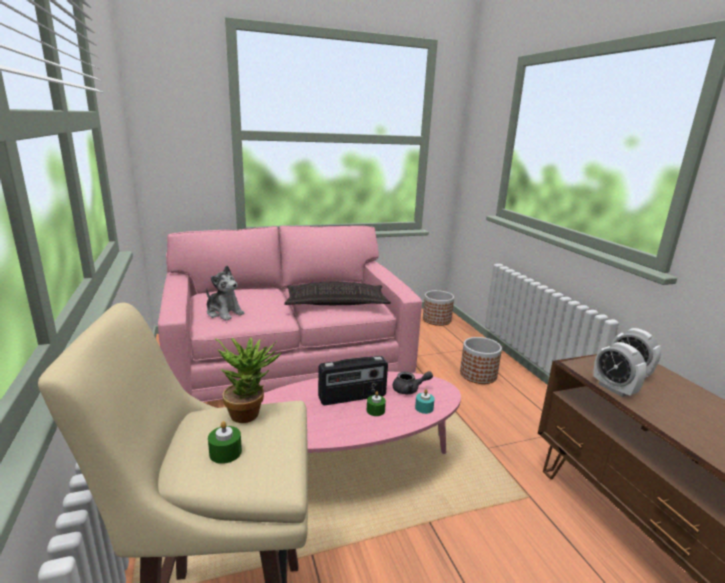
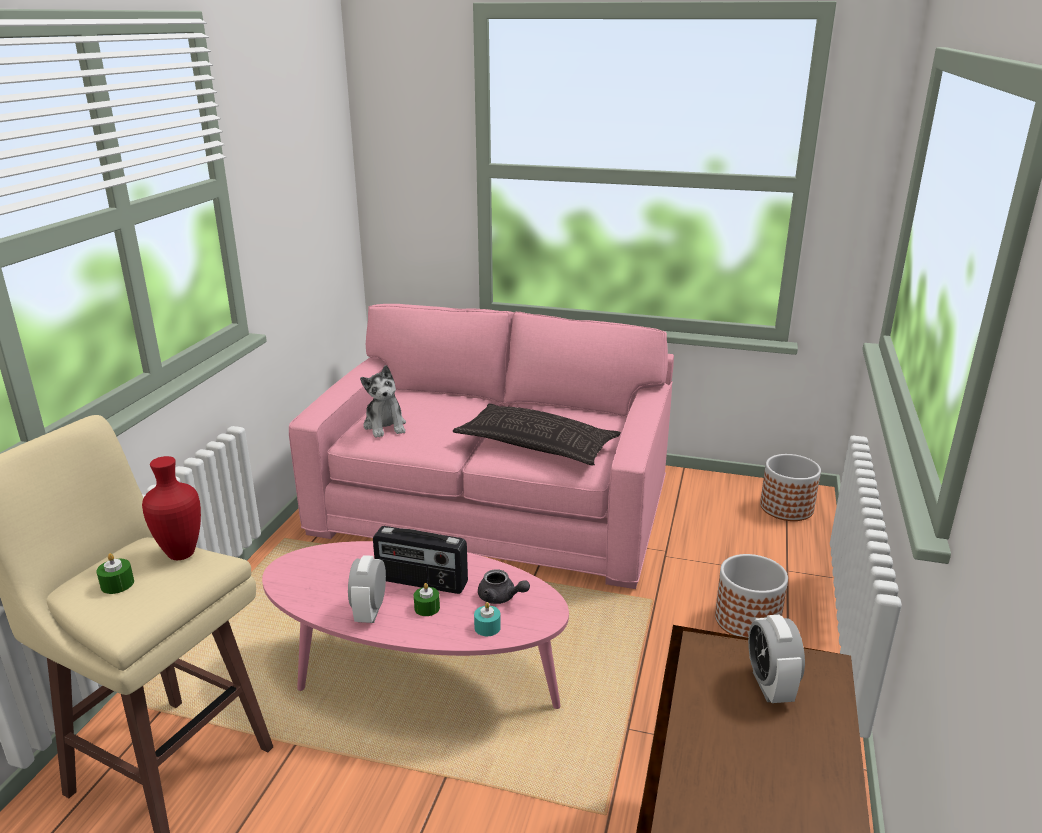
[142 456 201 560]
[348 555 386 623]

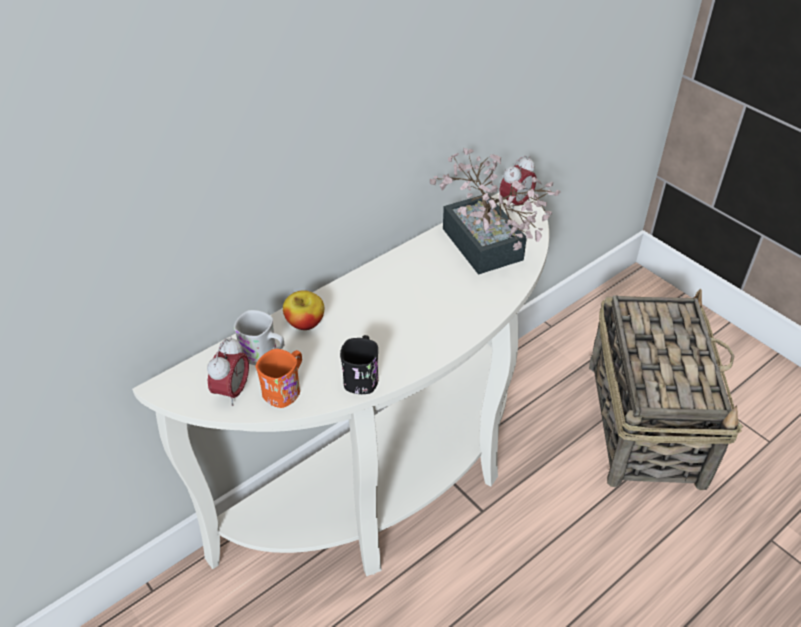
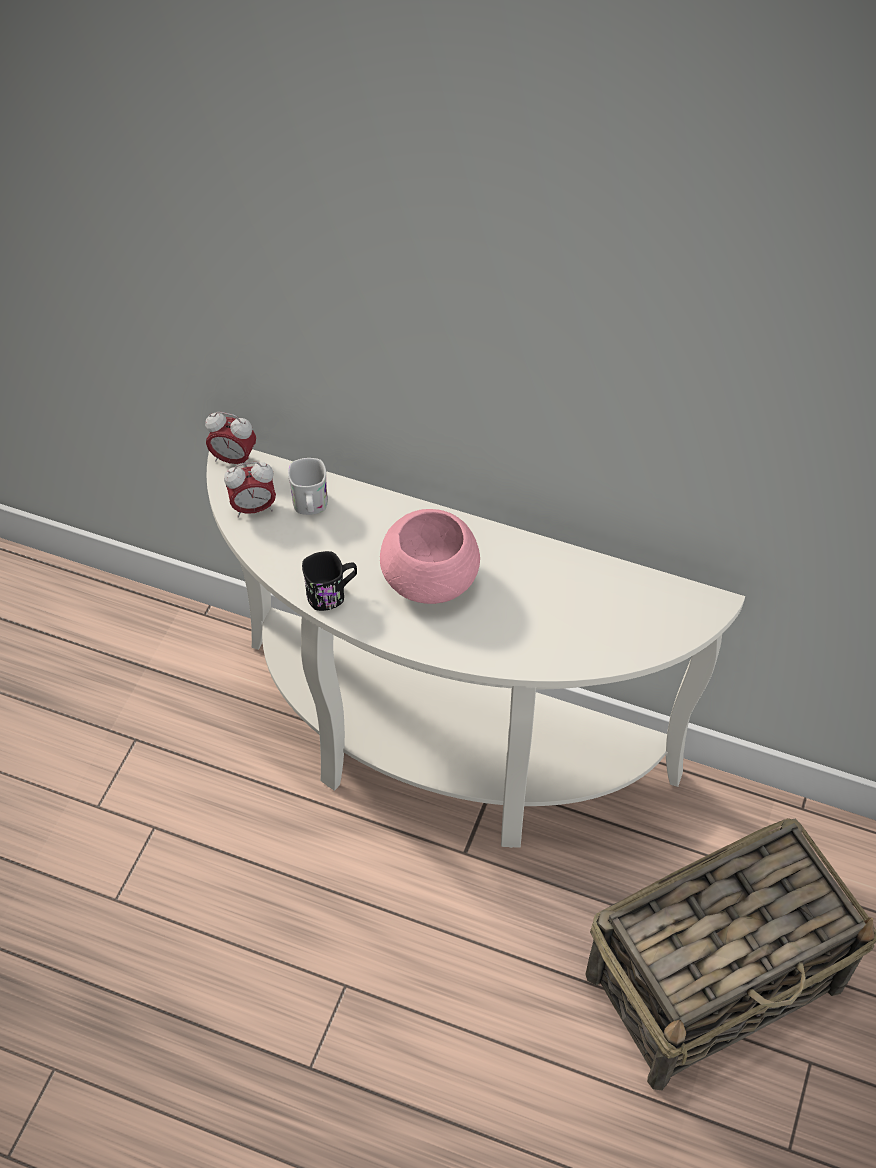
[256 349 302 408] (first image)
[283 290 324 330] (first image)
[430 148 561 275] (first image)
[205 412 256 467]
[380 509 480 604]

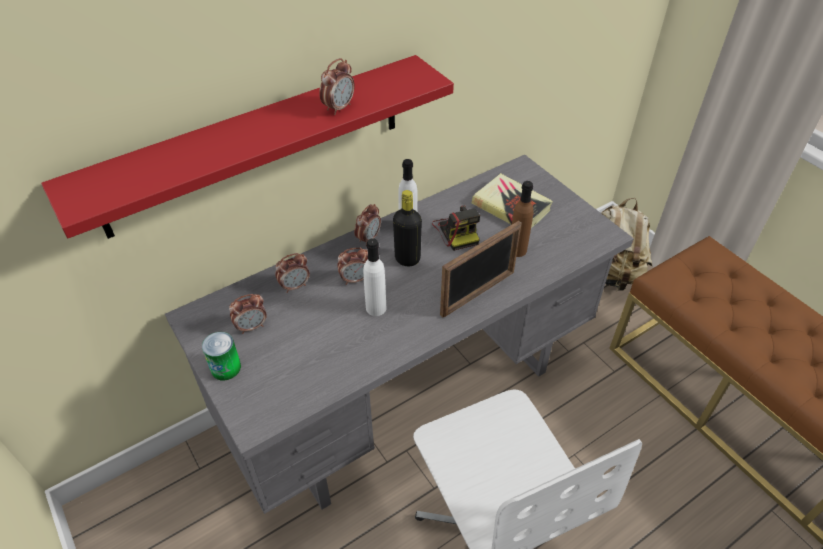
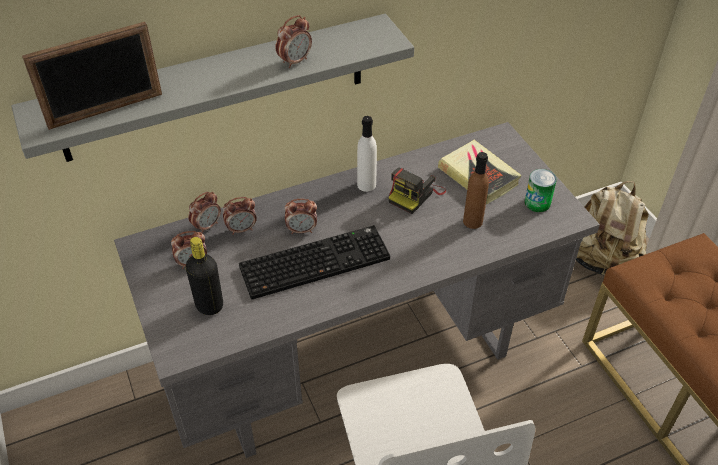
[11 14 414 162]
[525 169 557 212]
[188 192 221 234]
[239 225 390 300]
[186 237 223 315]
[388 168 446 214]
[22 22 162 130]

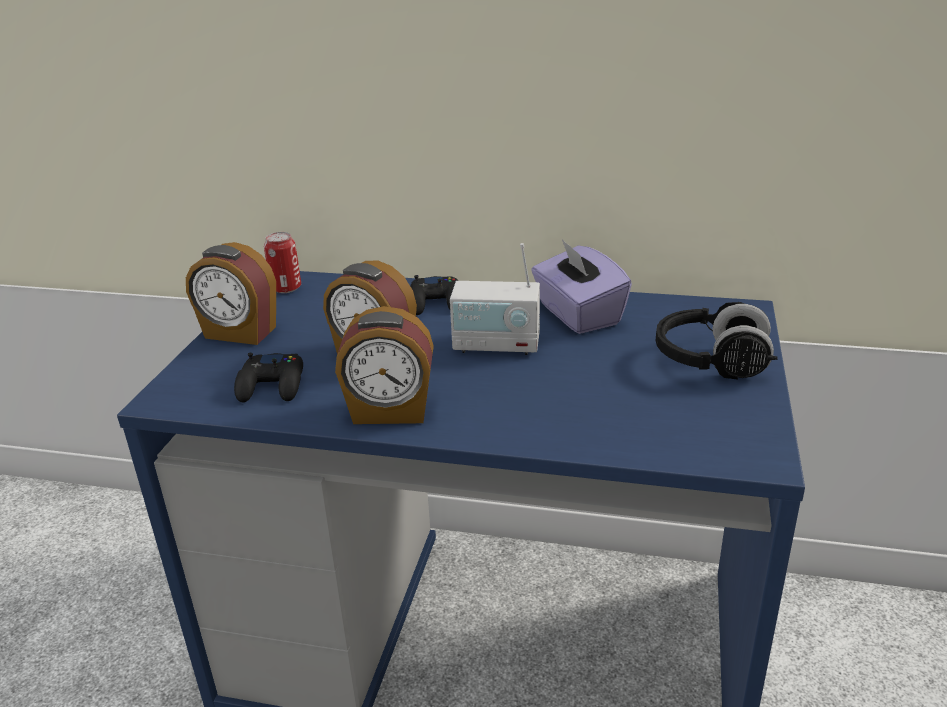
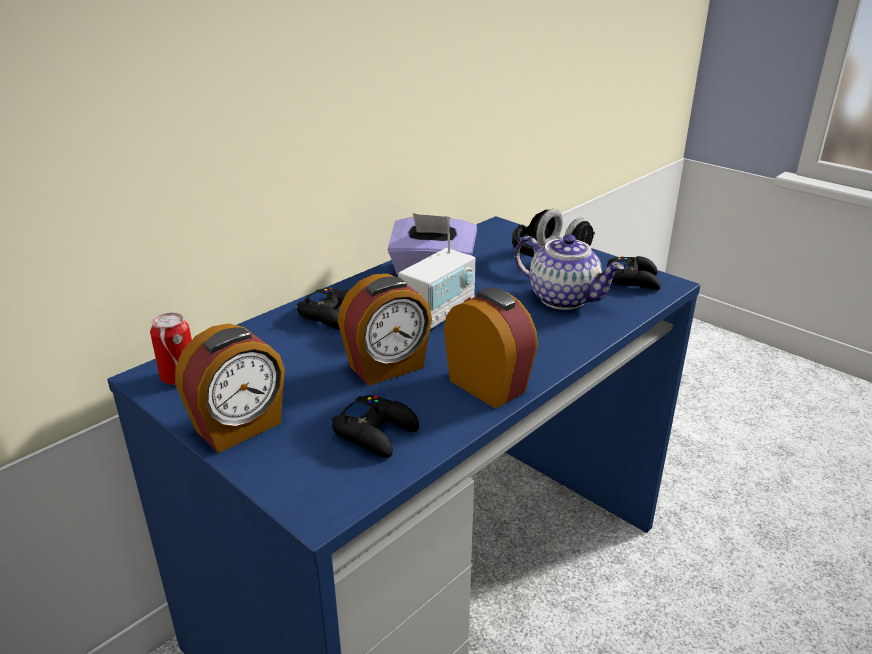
[444 288 538 409]
[514 234 624 310]
[607 256 661 290]

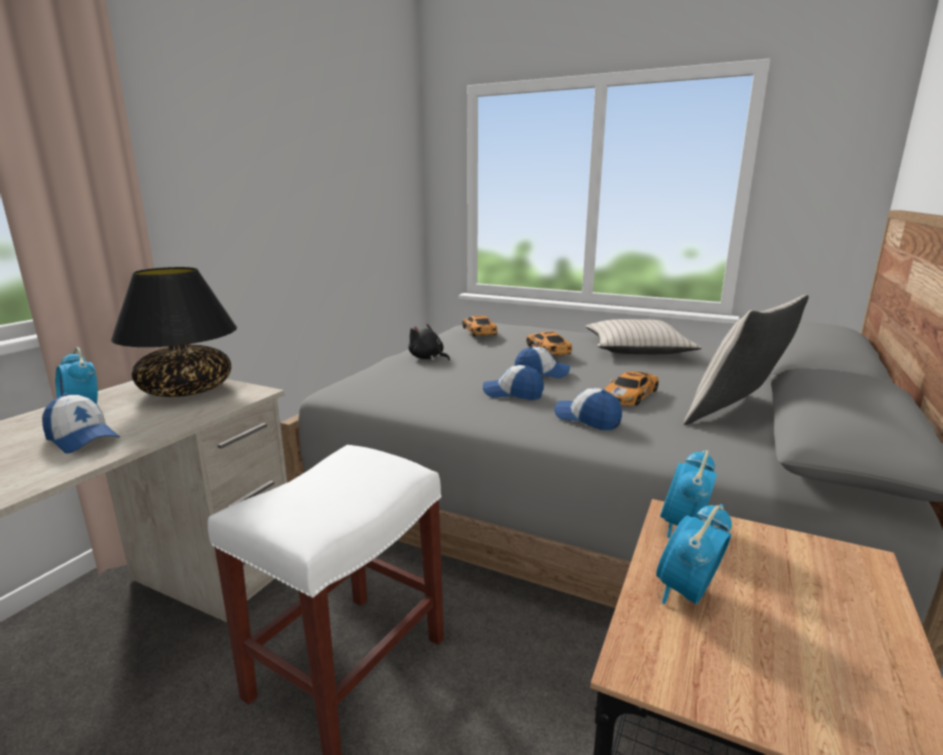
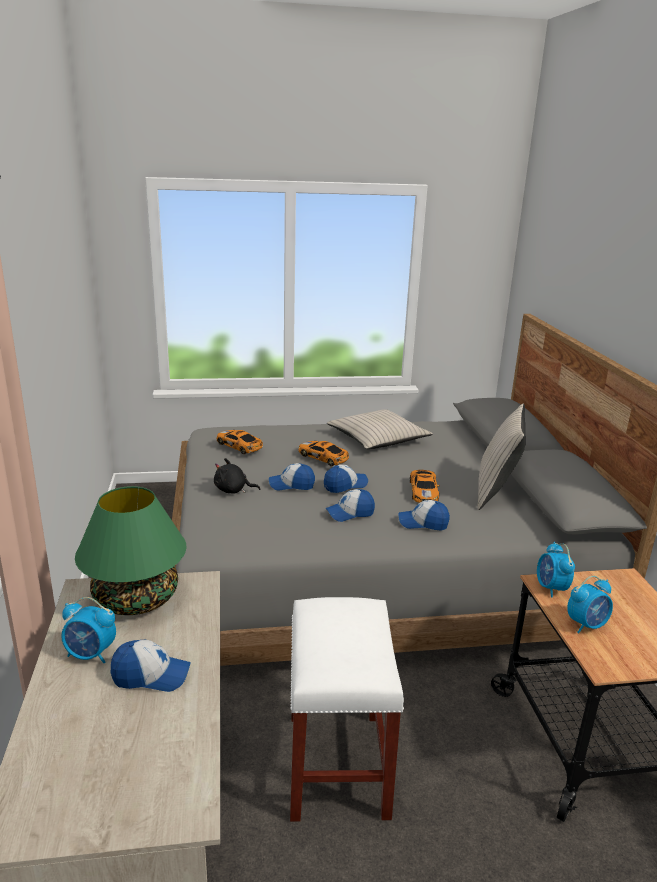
[75 486 187 615]
[567 576 613 634]
[269 463 315 491]

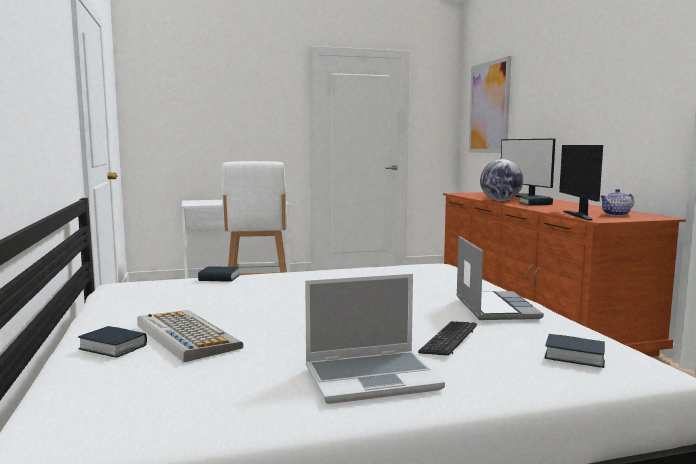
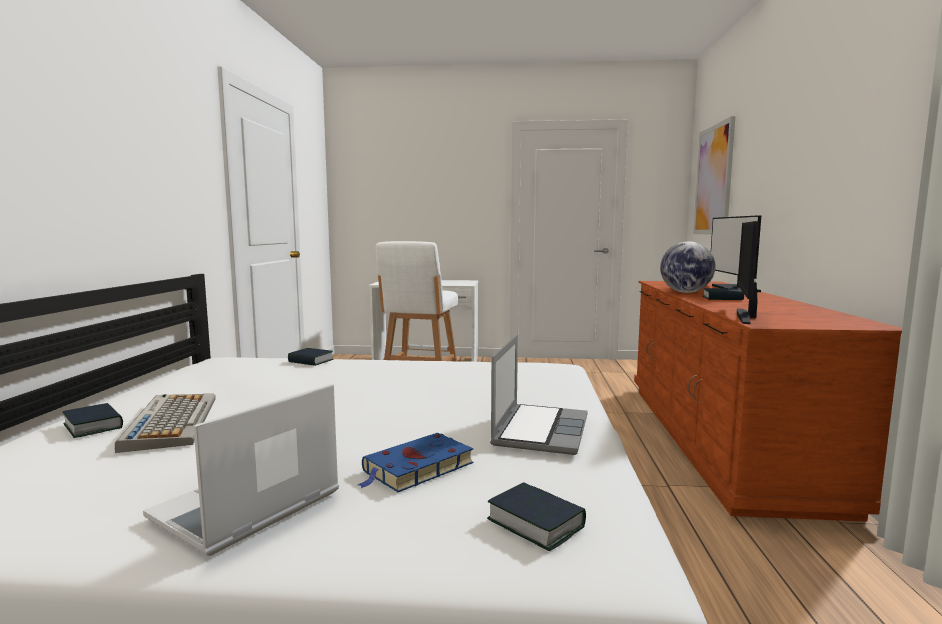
[143 384 339 556]
[358 433 473 492]
[600 189 634 216] (first image)

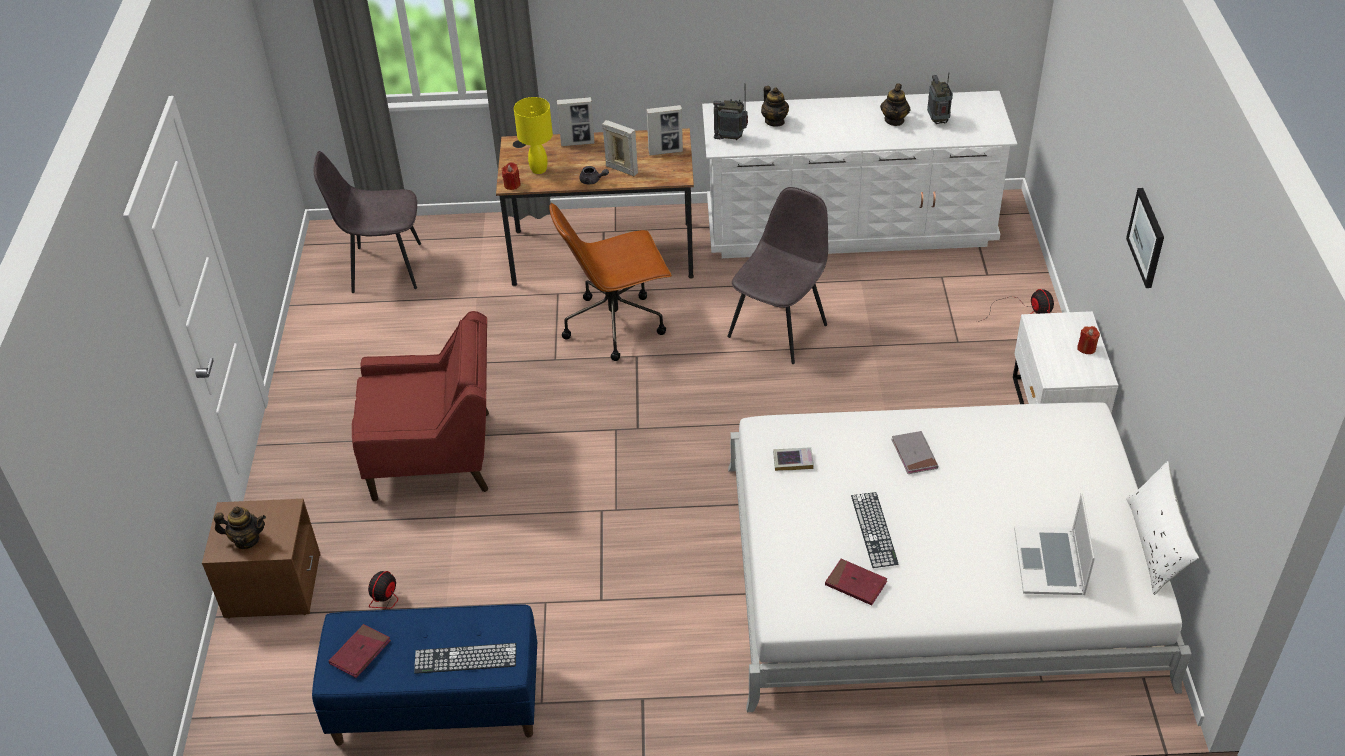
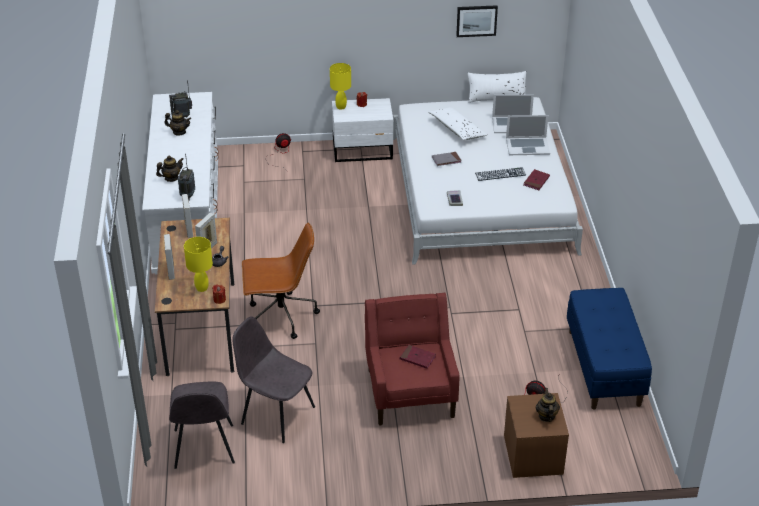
[400 345 436 369]
[414 643 516 674] (first image)
[242 222 320 339]
[232 316 315 443]
[456 5 498 37]
[330 63 351 110]
[429 107 488 140]
[506 115 550 155]

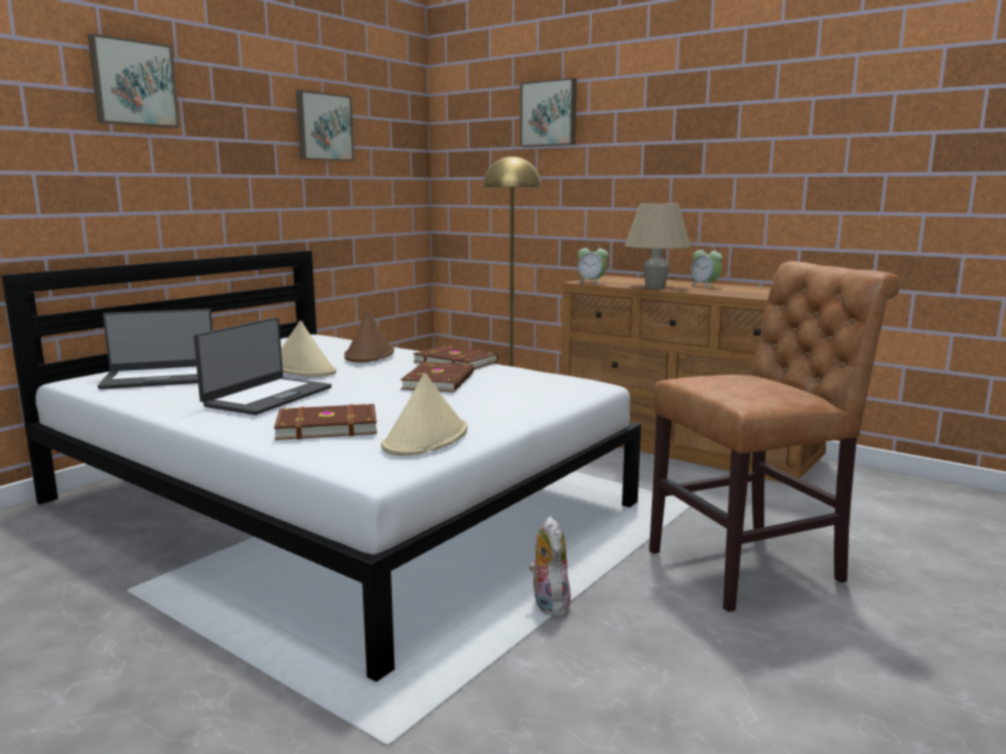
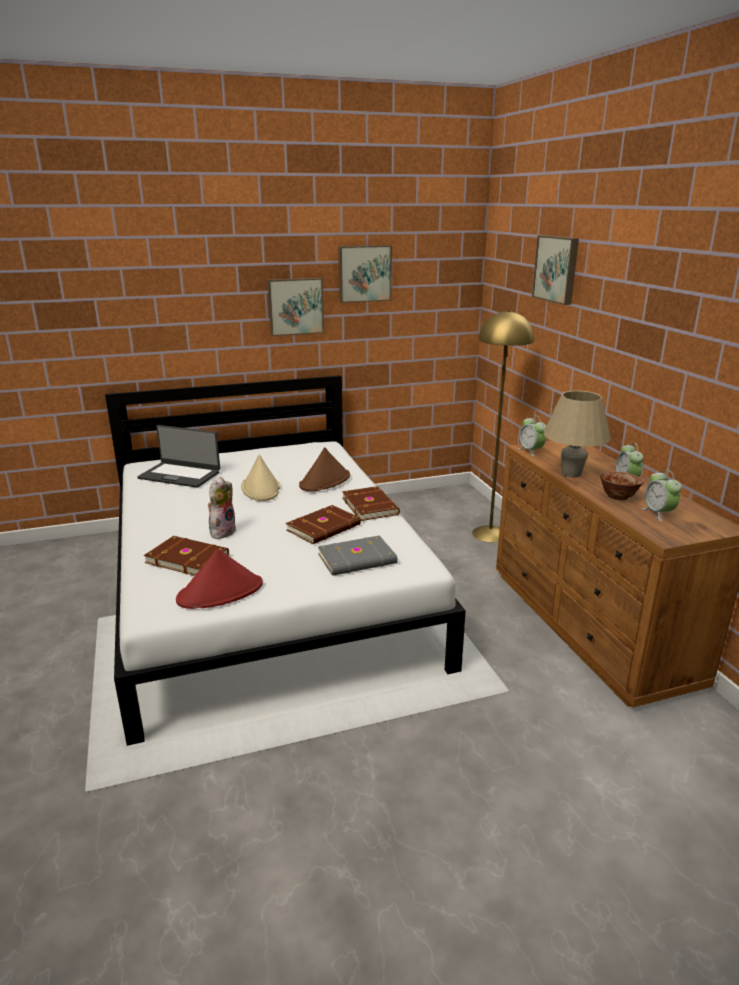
[268 278 324 336]
[194 317 332 415] (first image)
[176 548 263 609]
[208 477 237 539]
[649 261 900 612] (first image)
[318 535 398 576]
[600 471 644 500]
[642 470 682 521]

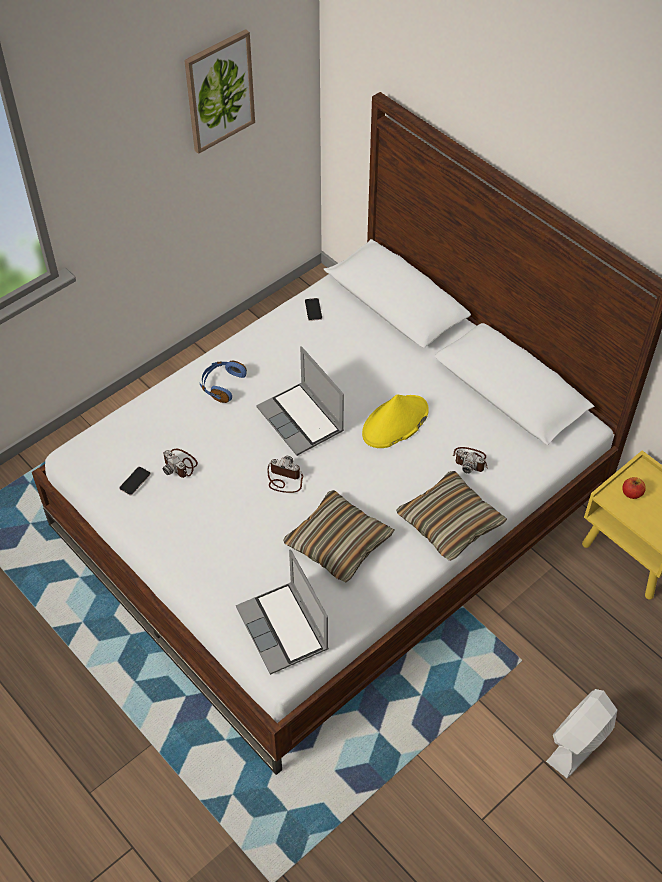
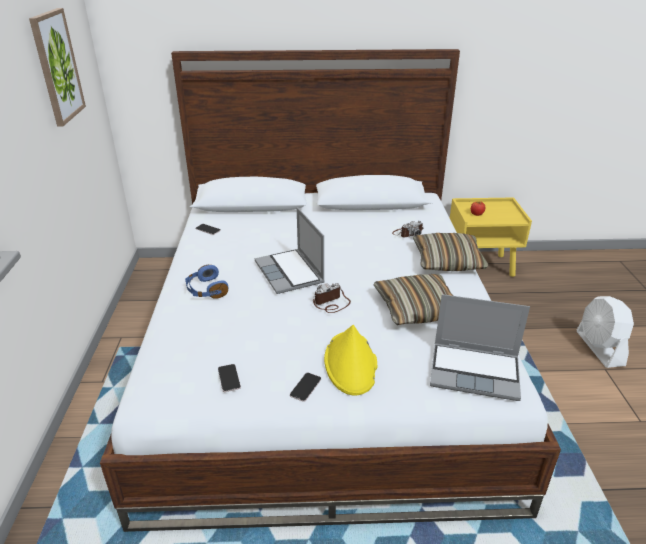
[163 449 198 478] (first image)
[255 207 325 294]
[324 325 377 396]
[290 373 321 402]

